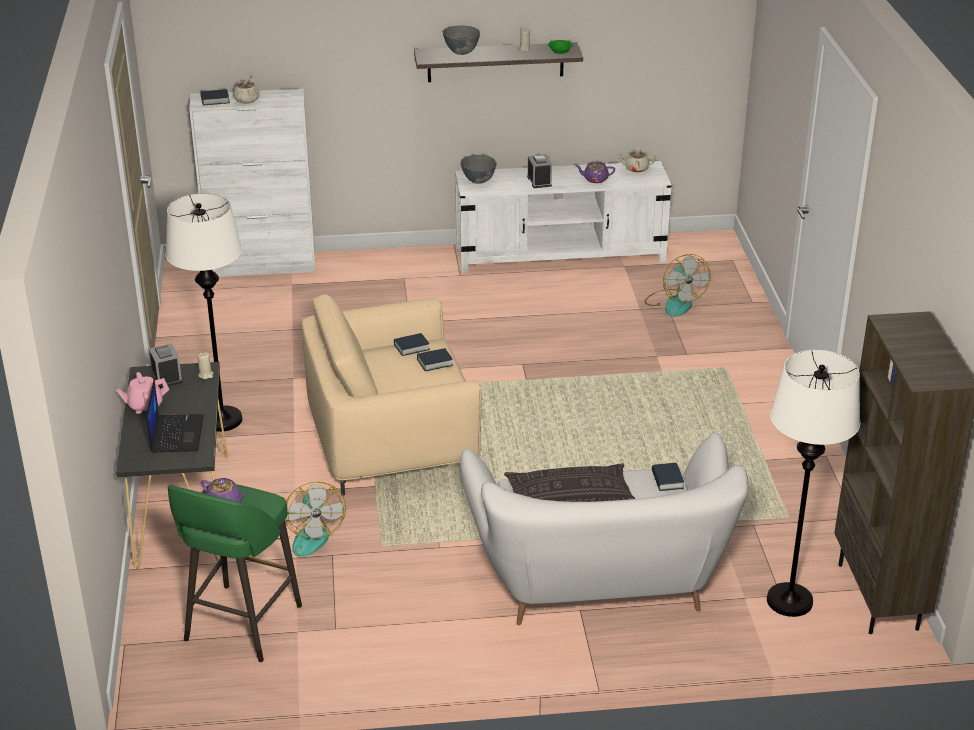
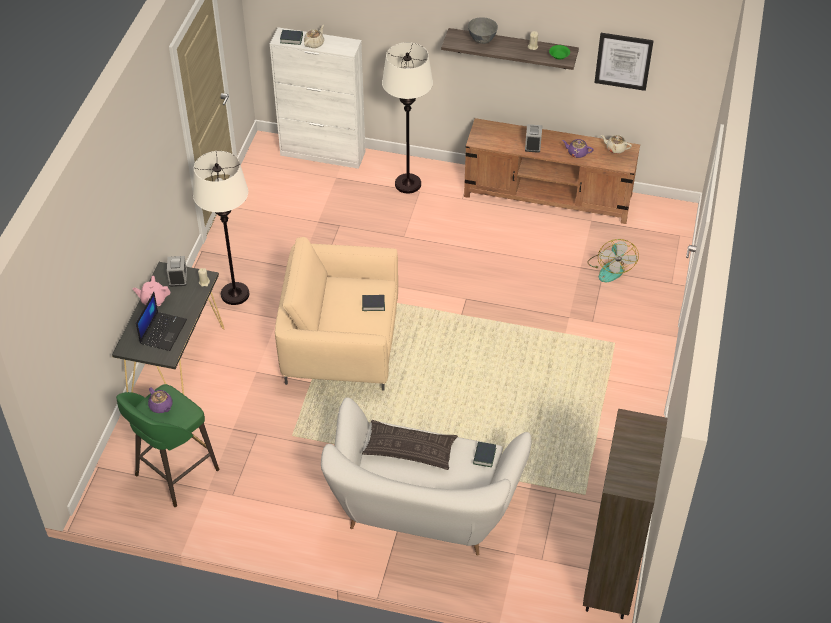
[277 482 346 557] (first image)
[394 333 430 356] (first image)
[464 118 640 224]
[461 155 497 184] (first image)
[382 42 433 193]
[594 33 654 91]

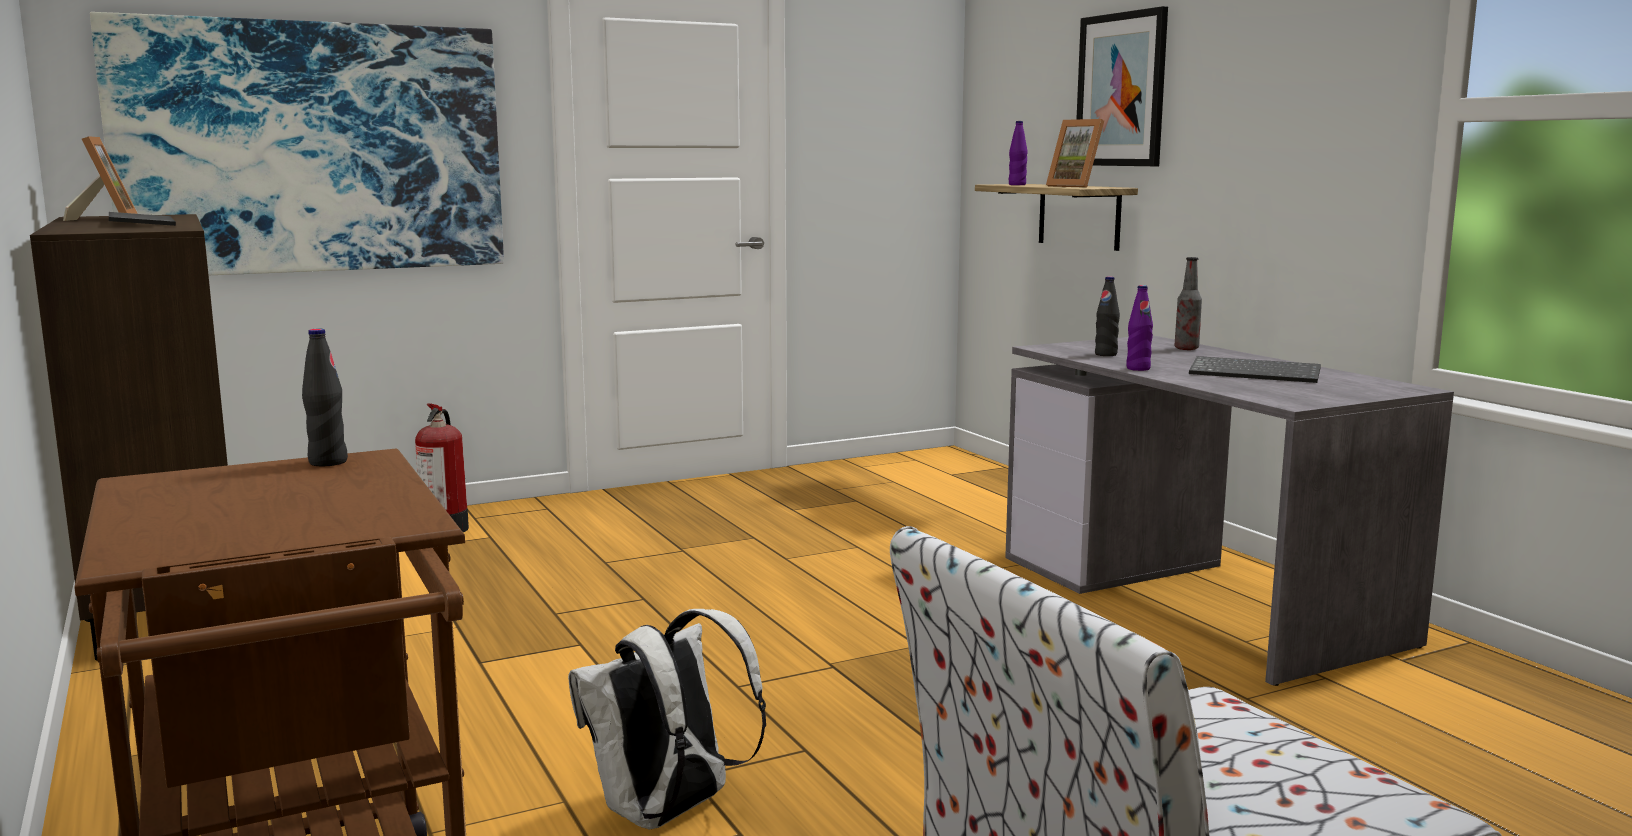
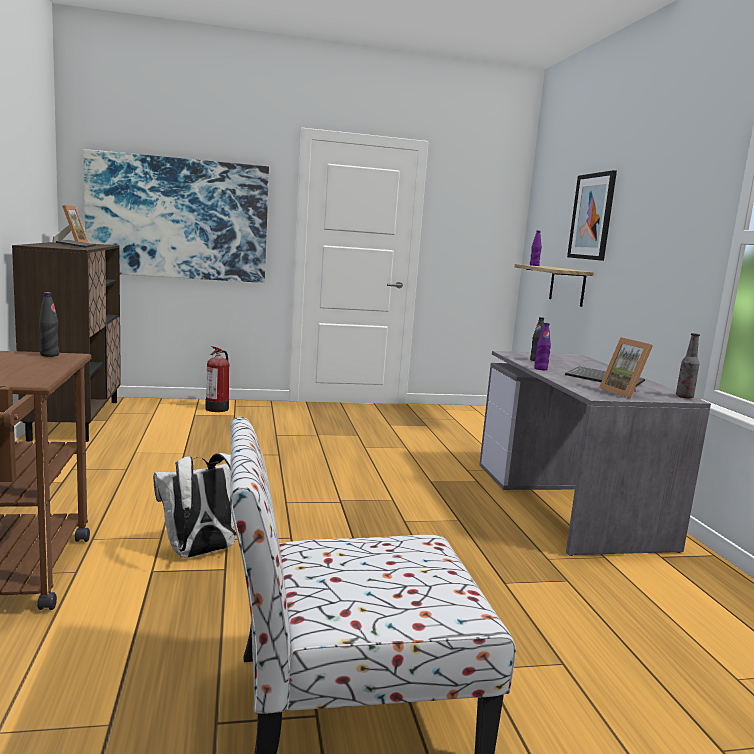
[599 337 653 399]
[676 333 700 398]

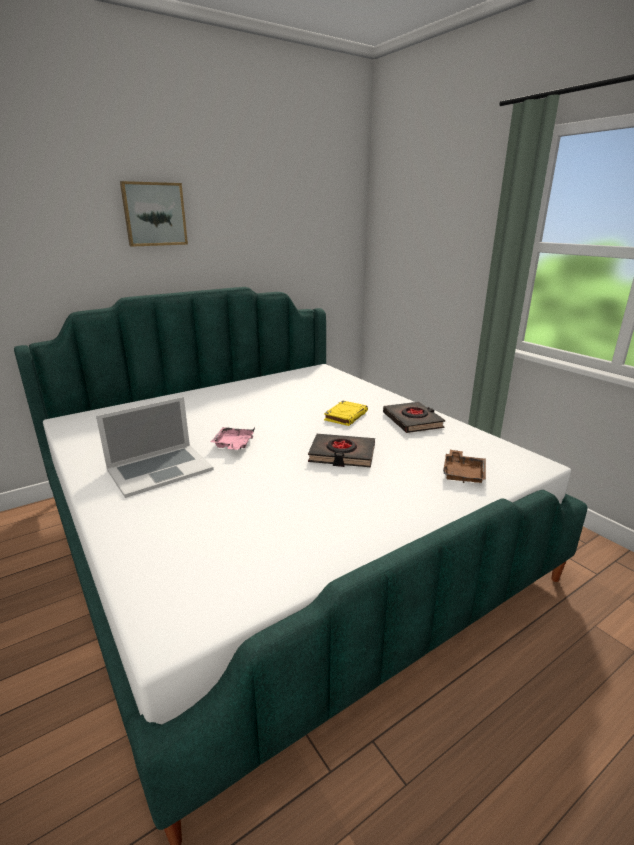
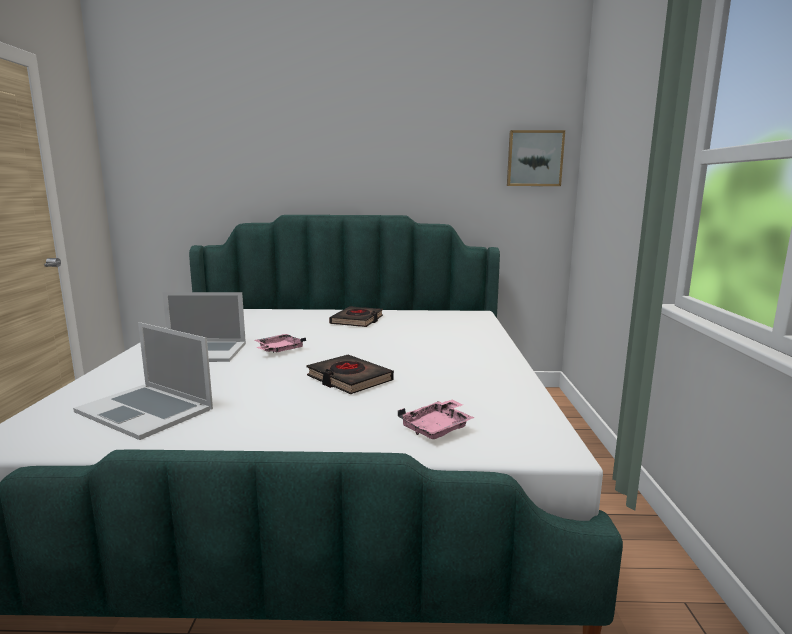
[507 130 565 186]
[324 401 368 426] (first image)
[329 306 383 327]
[398 399 475 439]
[73 322 213 440]

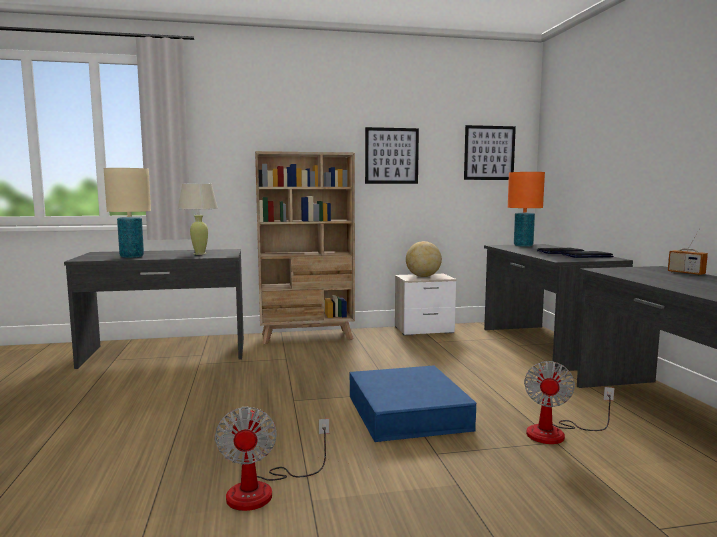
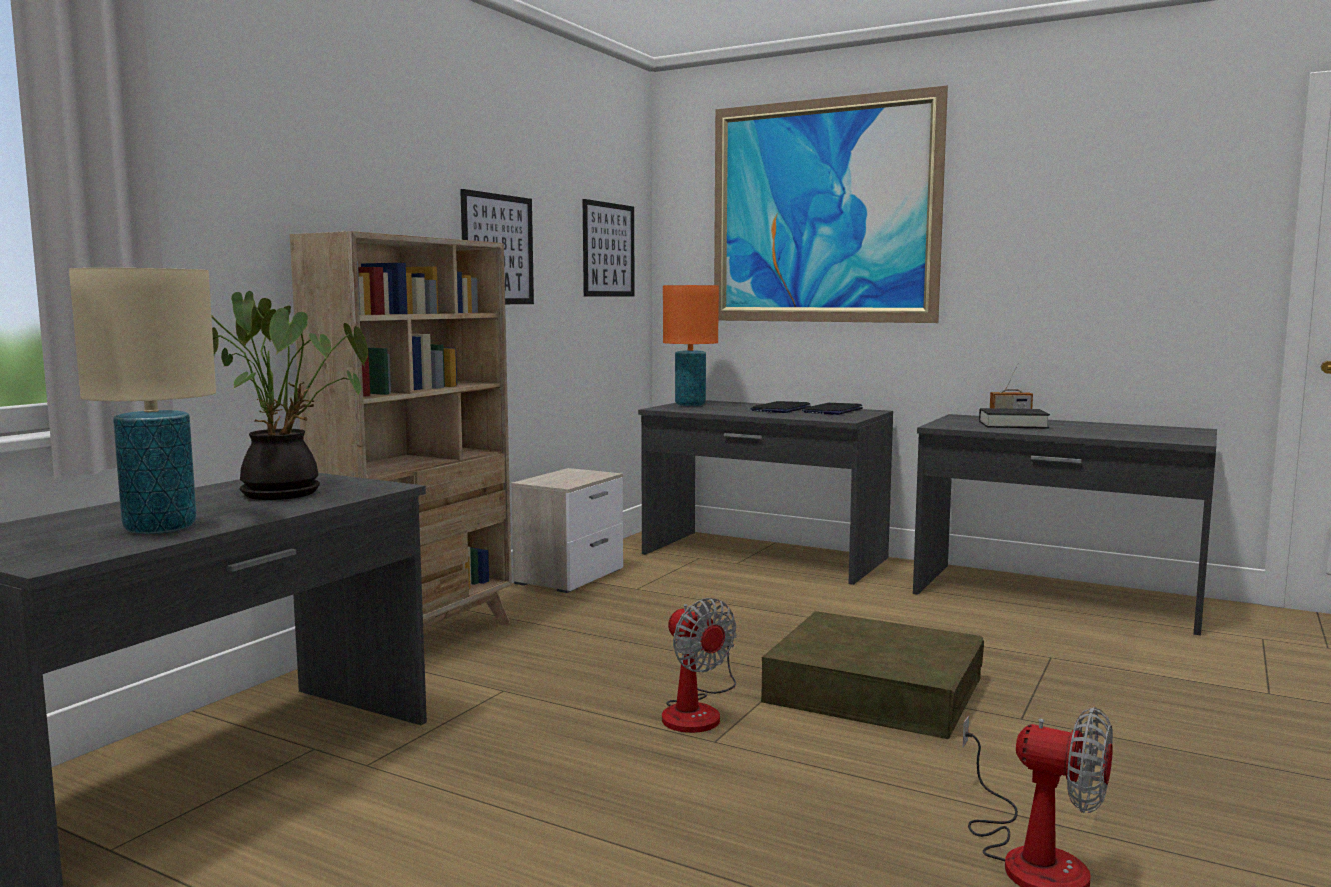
[211 291 368 500]
[761 611 984 739]
[406 241 442 277] (first image)
[662 598 737 733]
[714 86 948 323]
[979 408 1050 429]

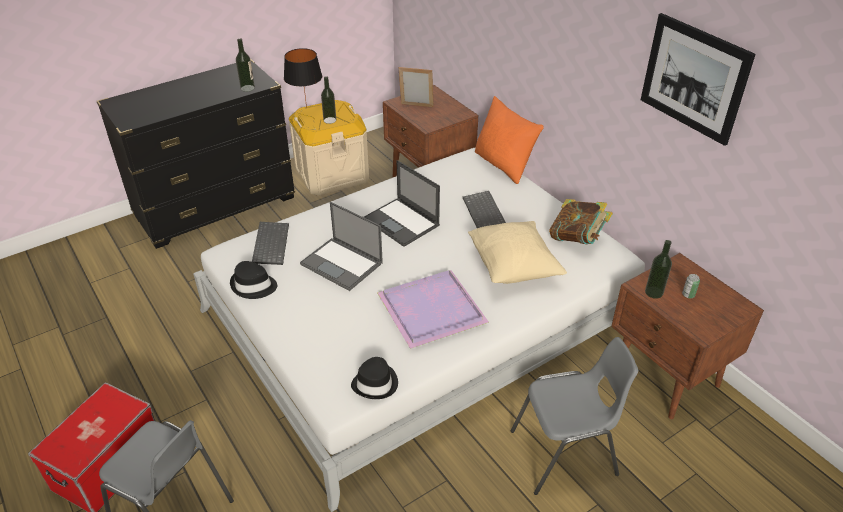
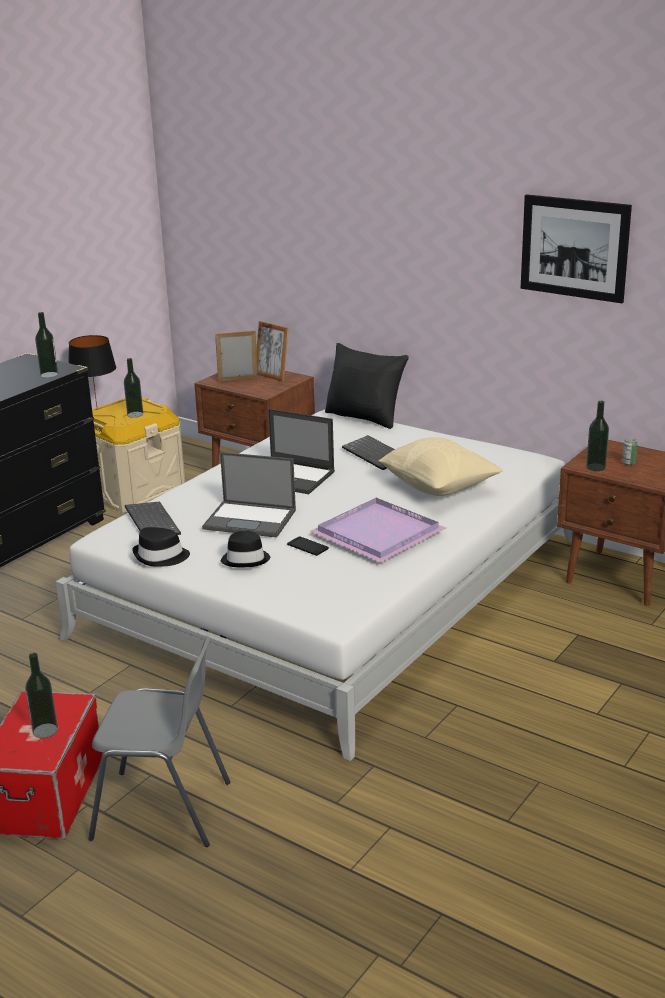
[221 531 270 567]
[325 343 409 429]
[511 337 638 495] (first image)
[549 199 613 245] (first image)
[25 653 58 738]
[256 321 289 382]
[287 536 329 556]

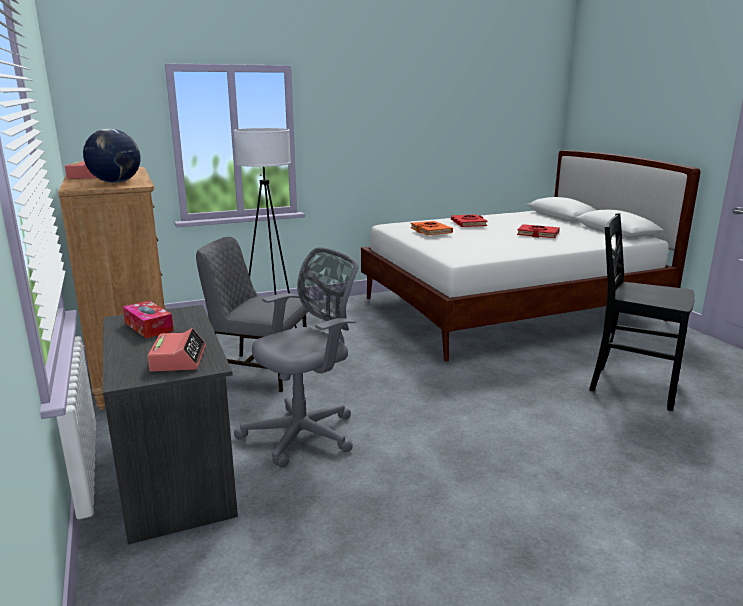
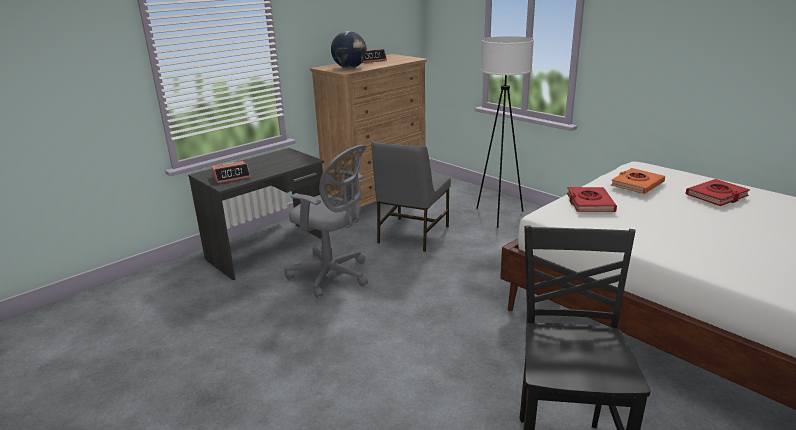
[123 301 174 338] (first image)
[371 141 451 252]
[567 187 617 212]

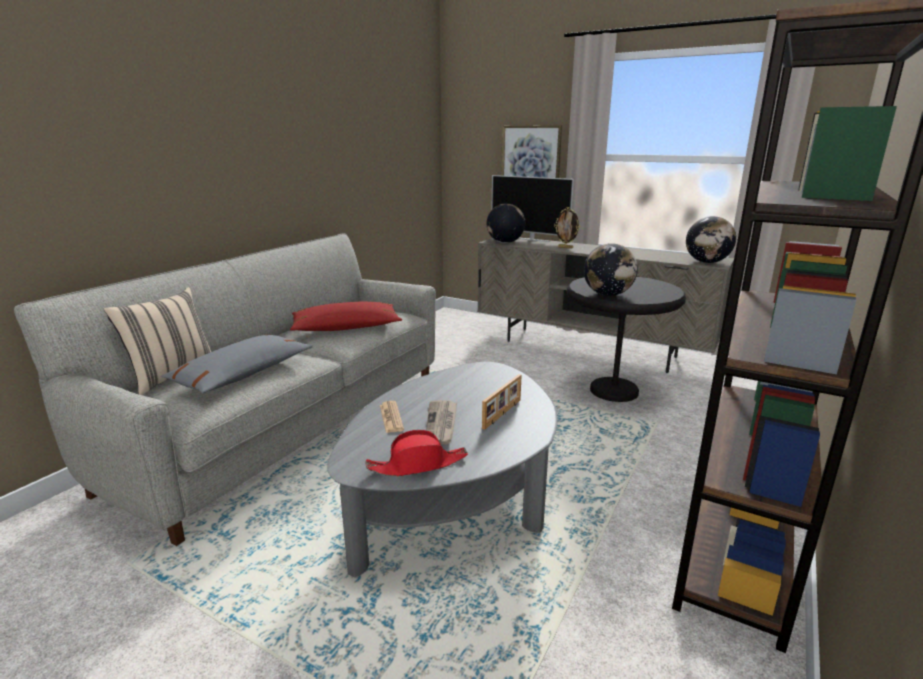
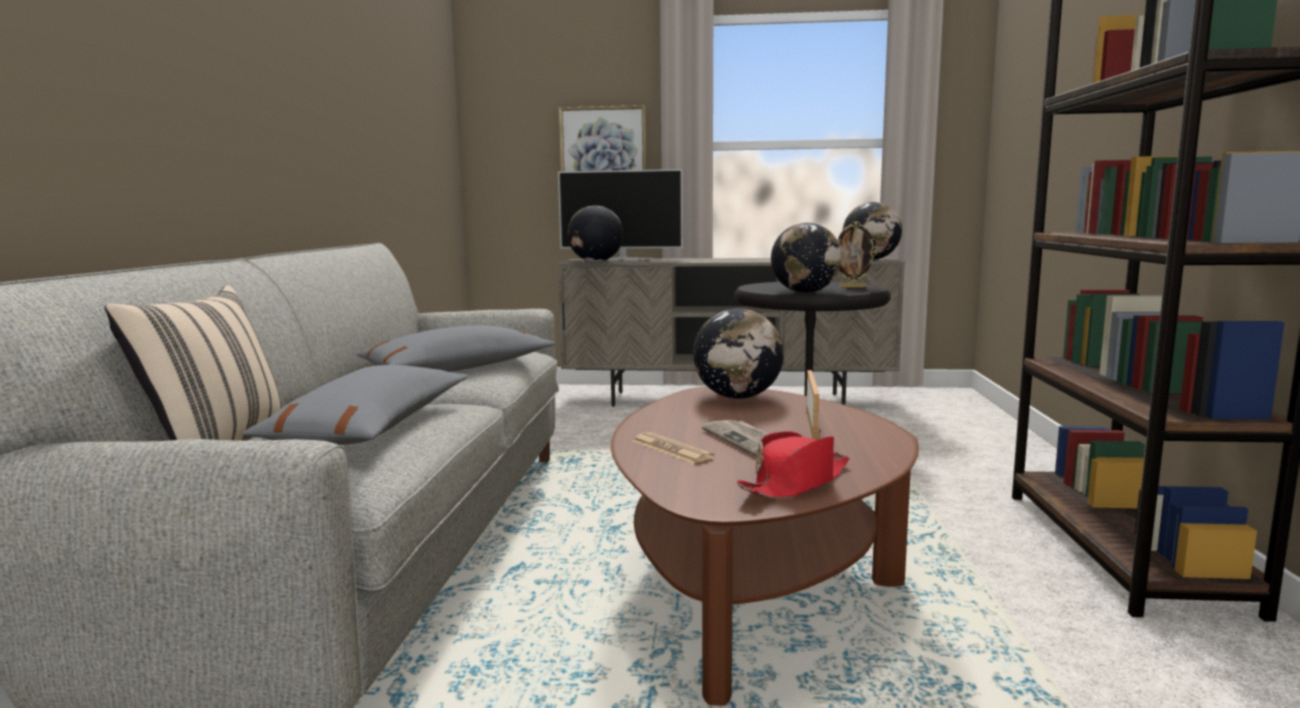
[356 325 556 372]
[611 386 919 706]
[838 221 877 288]
[693 309 784 399]

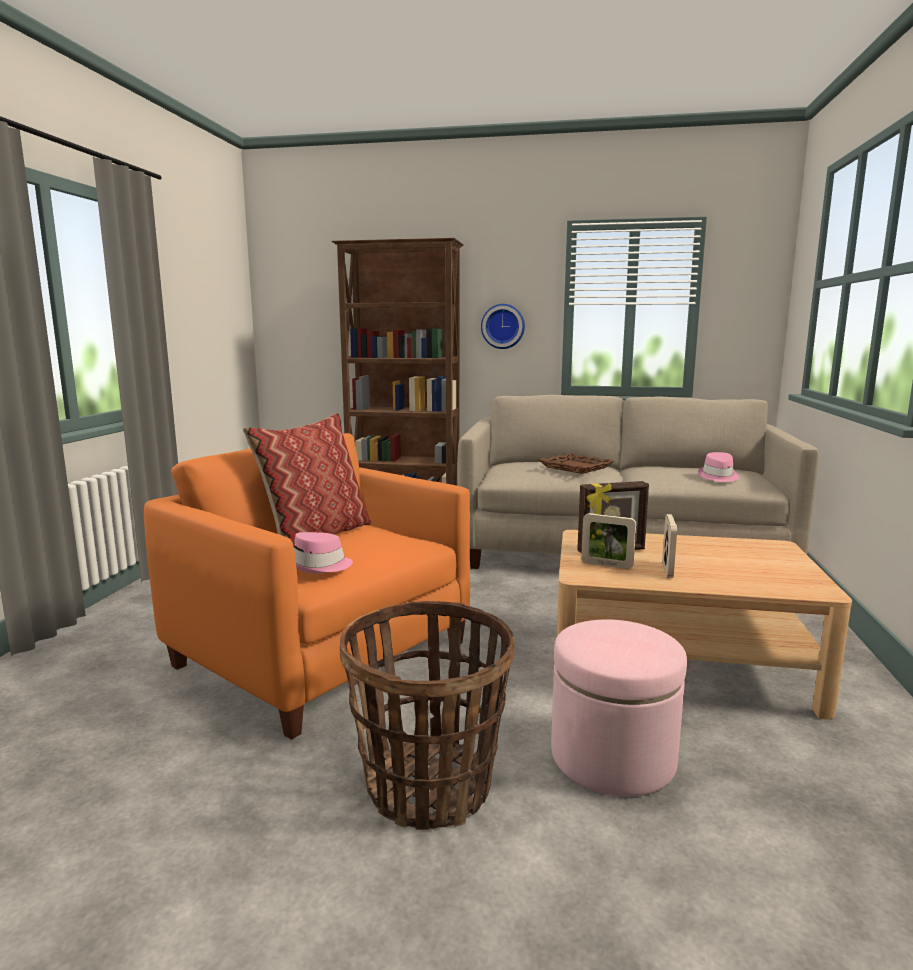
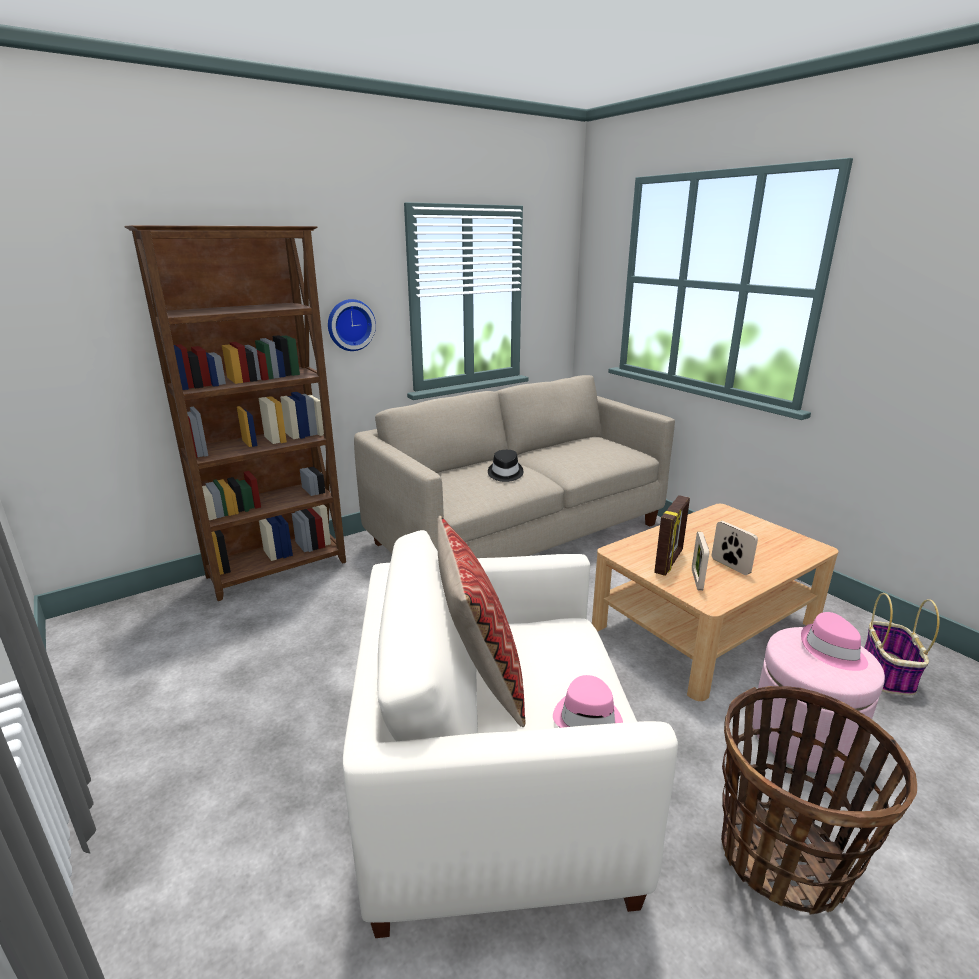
[343 530 678 938]
[488 450 523 482]
[692 532 709 591]
[801 612 868 671]
[864 593 940 695]

